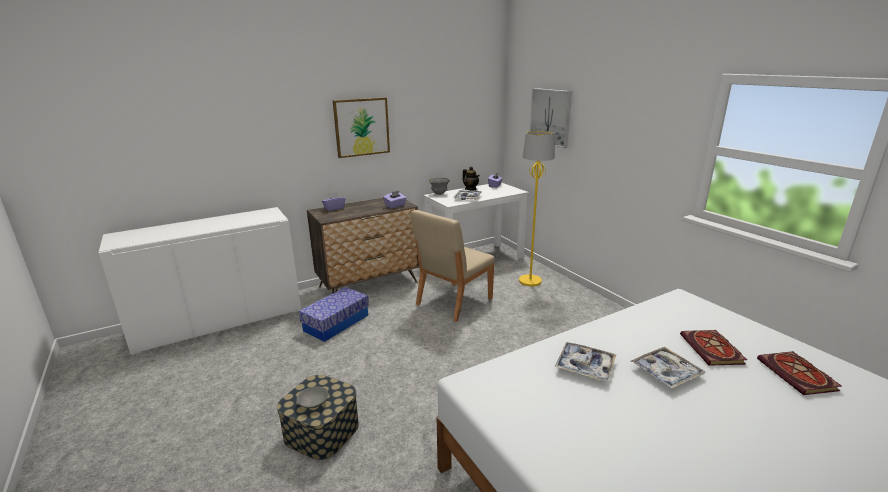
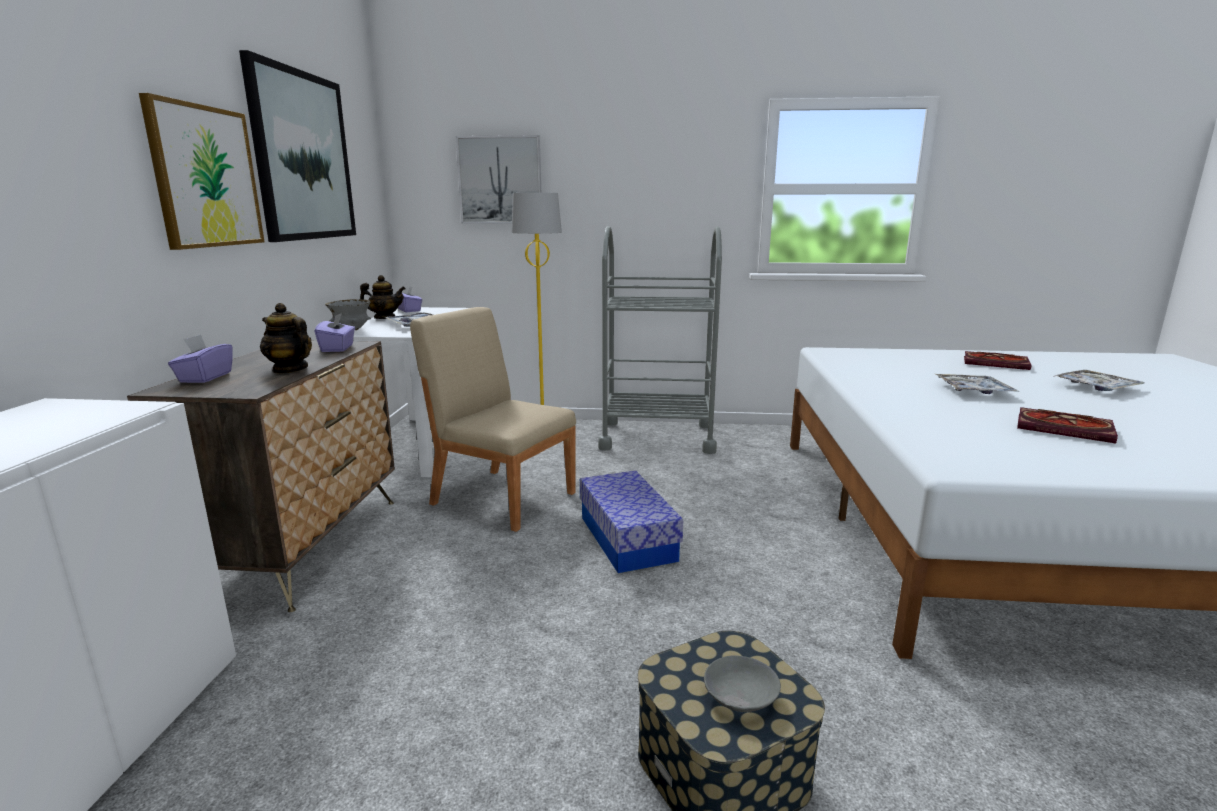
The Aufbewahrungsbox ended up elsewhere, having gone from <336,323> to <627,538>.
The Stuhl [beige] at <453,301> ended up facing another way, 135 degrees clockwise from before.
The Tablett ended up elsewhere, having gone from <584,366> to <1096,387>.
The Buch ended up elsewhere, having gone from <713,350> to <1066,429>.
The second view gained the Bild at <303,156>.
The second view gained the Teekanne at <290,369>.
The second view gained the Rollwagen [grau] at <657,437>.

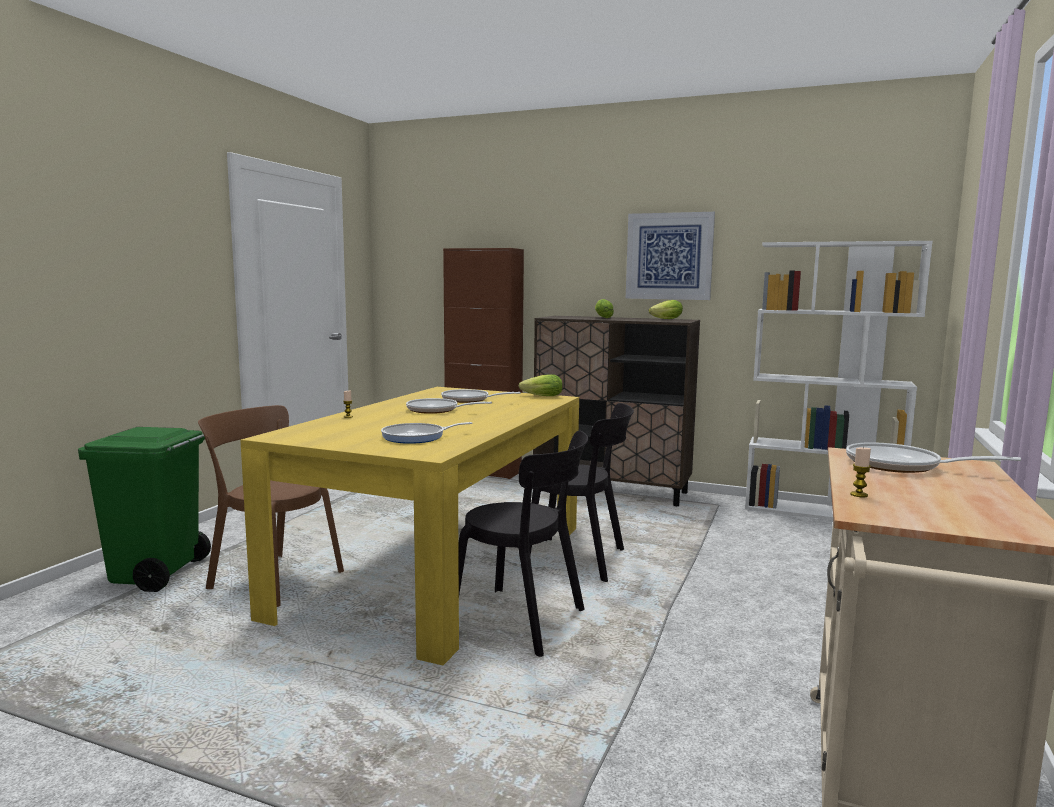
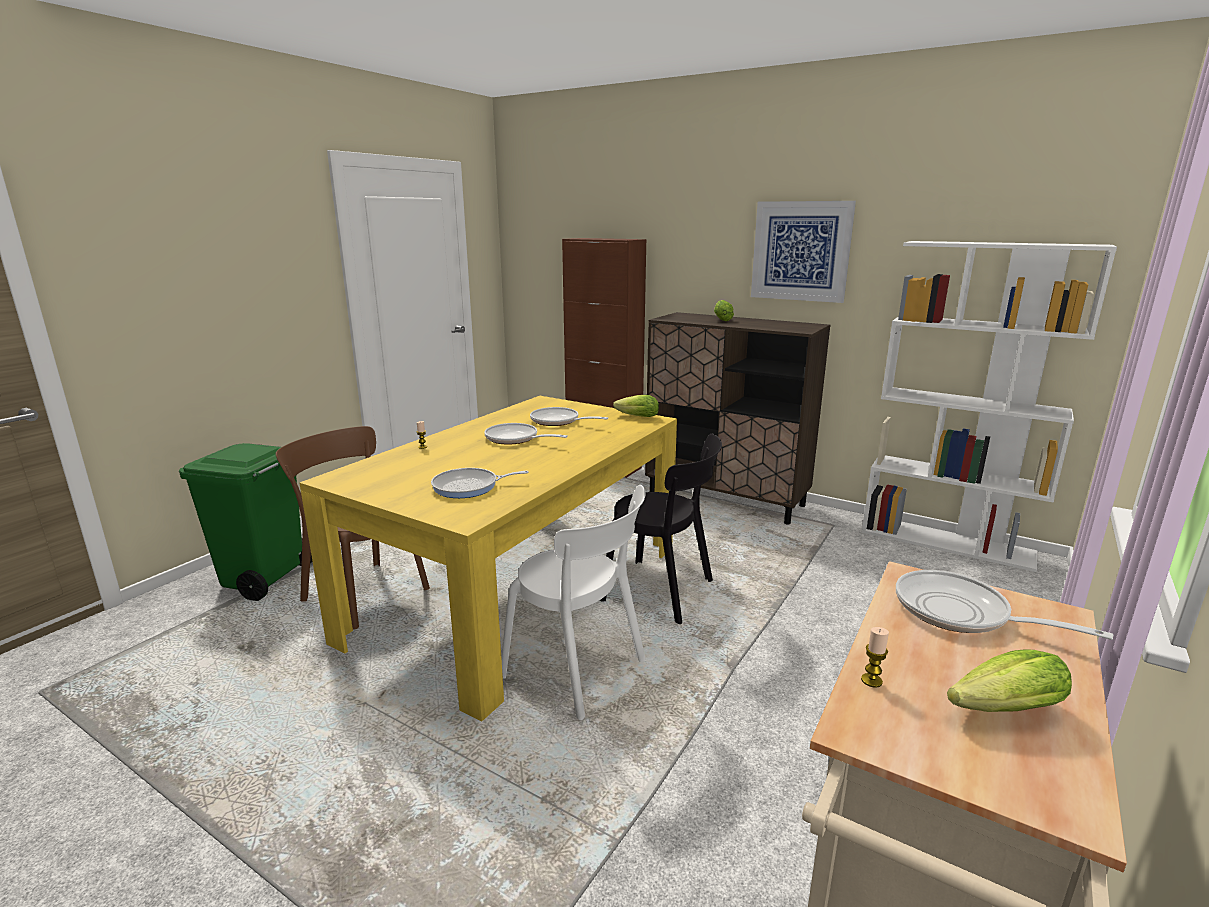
What was the Stuhl [schwarz] at <523,622> turned into the Stuhl [weiß] at <579,671>.
The Salatkopf ended up elsewhere, having gone from <664,319> to <998,710>.

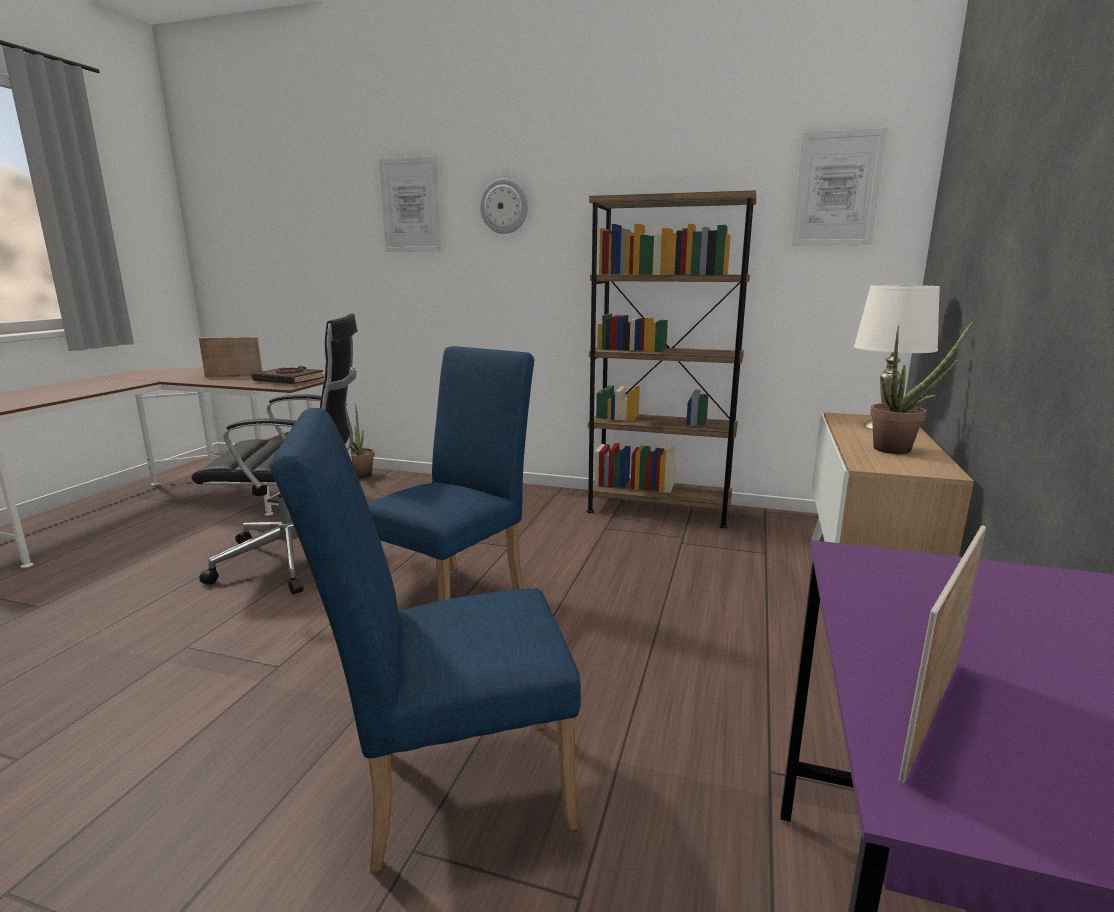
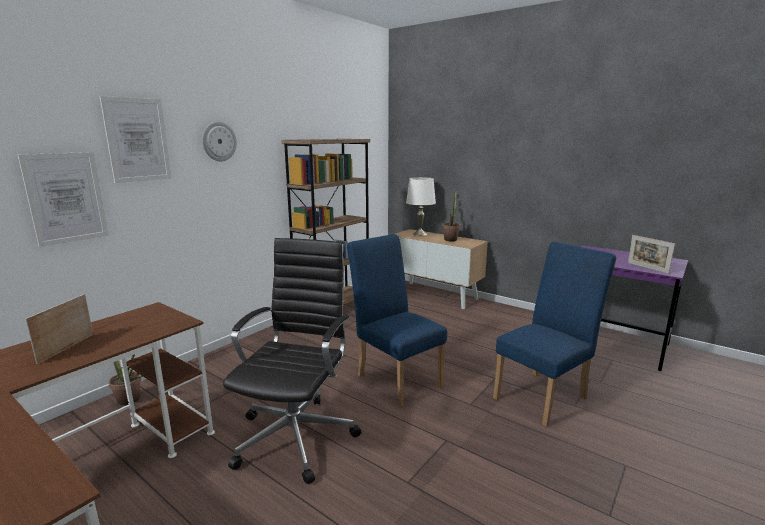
The second view lost the Buch [schwarz] at <289,380>.
The Stuhl [blau] at <448,788> ended up facing another way, 135 degrees counterclockwise from before.
The Bild ended up elsewhere, having gone from <837,189> to <66,198>.

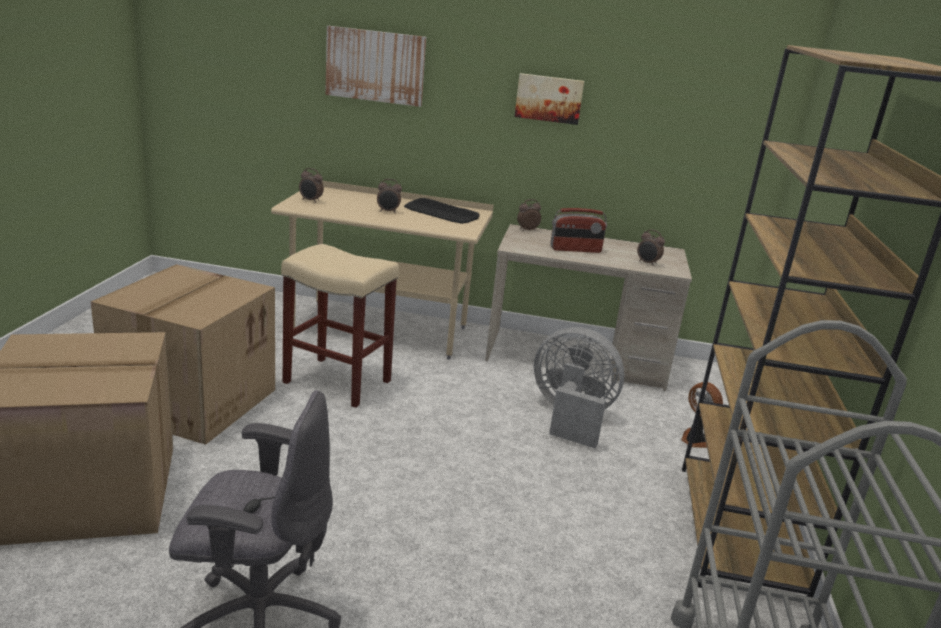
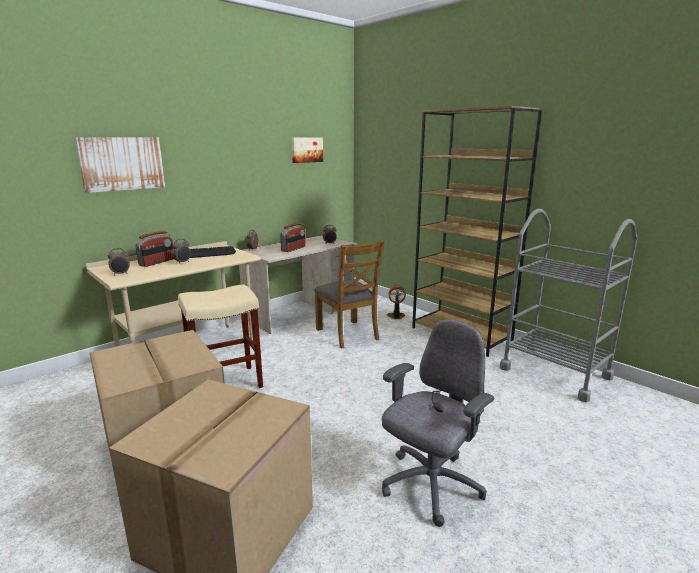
The Bild ended up elsewhere, having gone from <549,98> to <306,149>.
Where the Ventilator [grau] stood at <571,417>, the Stuhl [braun] came to stand at <348,334>.
The second view gained the Radio at <157,262>.

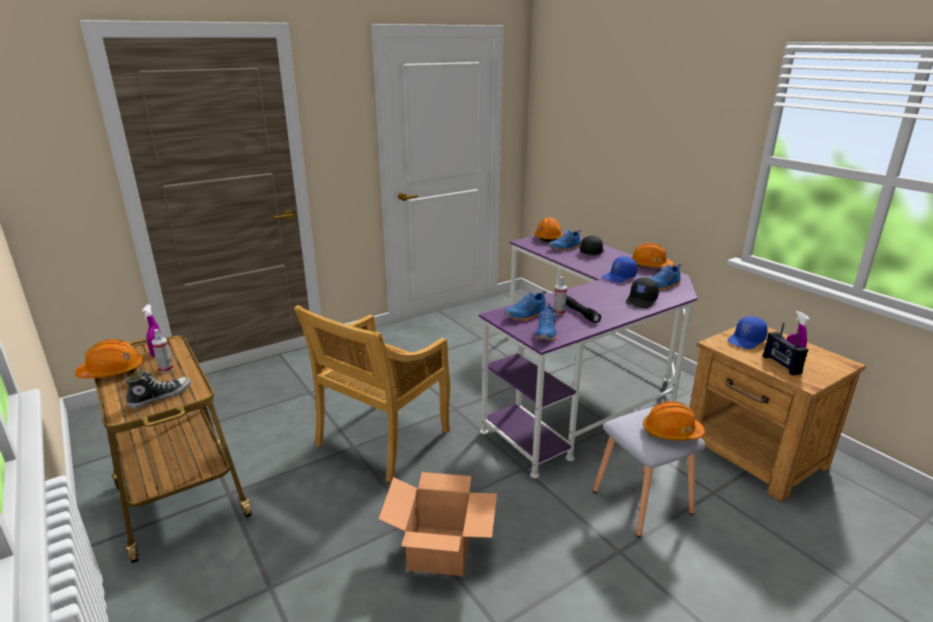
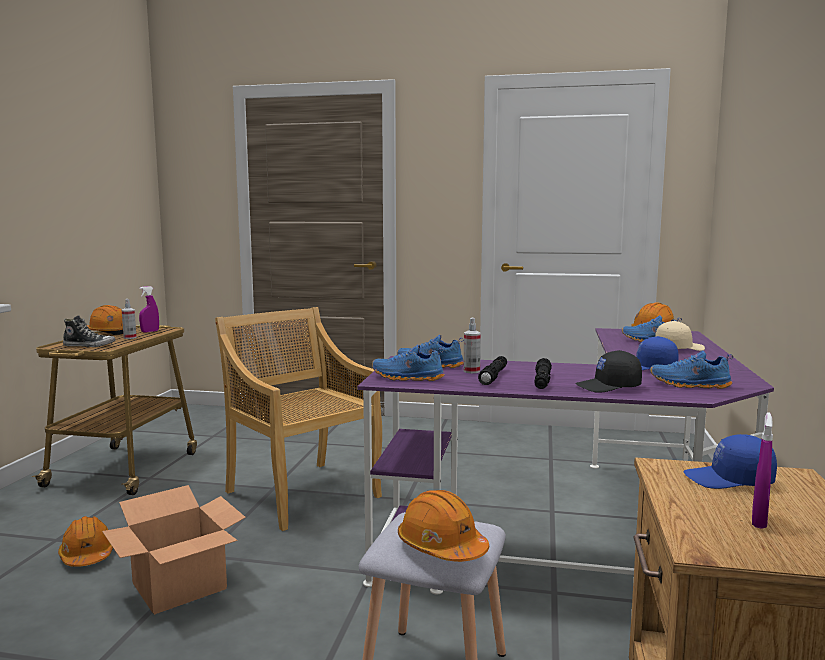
The Stuhl [beige] at <382,440> ended up facing another way, 60 degrees clockwise from before.
The Schuh [blau] at <547,333> ended up facing another way, 45 degrees clockwise from before.
What was the Kappe [schwarz] at <591,252> turned into the Kappe [beige] at <678,348>.
The Schutzhelm [orange] ended up elsewhere, having gone from <649,266> to <87,555>.
The second view lost the Radio at <781,365>.
The second view gained the Taschenlampe [schwarz] at <542,381>.

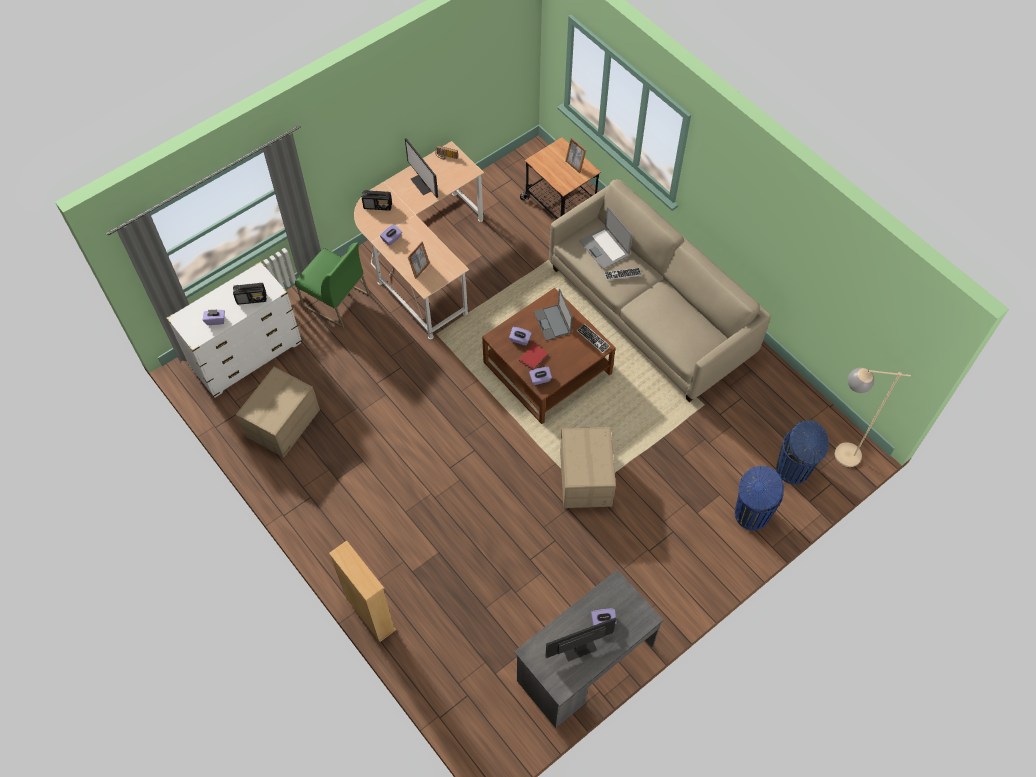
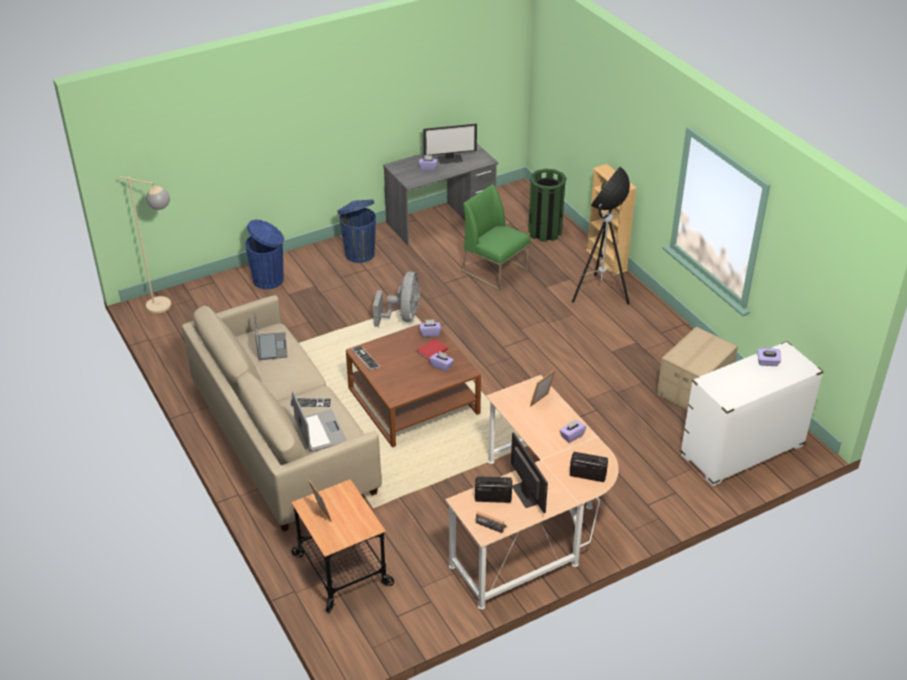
The Radio ended up elsewhere, having gone from <252,299> to <492,497>.
The Stuhl [grün] ended up elsewhere, having gone from <335,300> to <495,271>.
The Laptop ended up elsewhere, having gone from <553,323> to <271,346>.
Where the Karton stood at <586,478>, the Ventilator [grau] came to stand at <403,317>.
The Mülleimer [blau] ended up elsewhere, having gone from <794,470> to <359,253>.
The second view gained the Mülleimer [grün] at <545,232>.
The second view gained the Stehlampe at <600,294>.

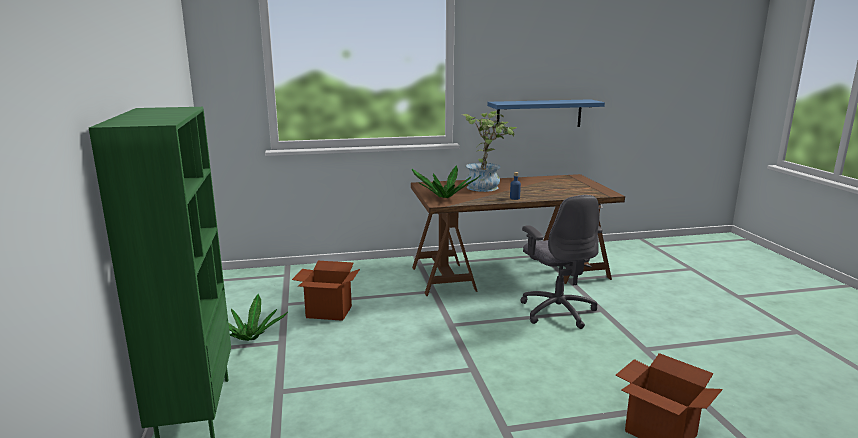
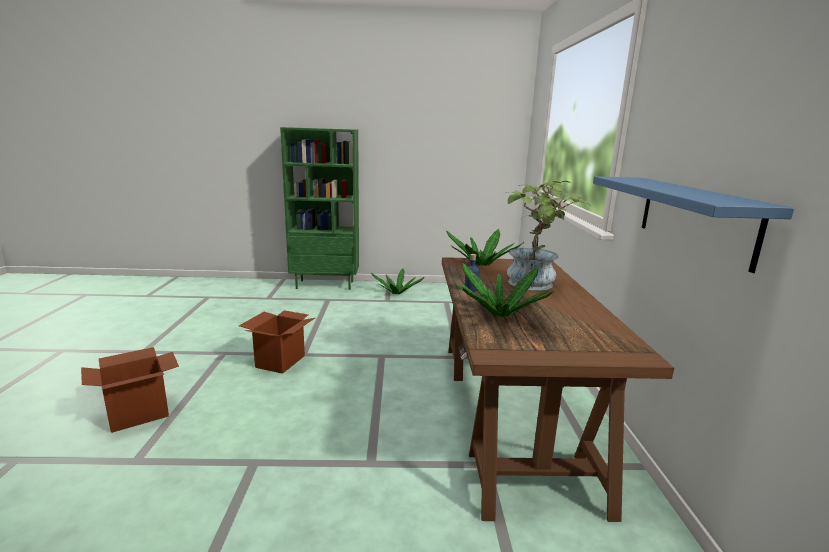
The Karton ended up elsewhere, having gone from <328,312> to <280,361>.
The second view lost the Bürostuhl [grau] at <557,311>.
The second view gained the Topfpflanze at <499,314>.

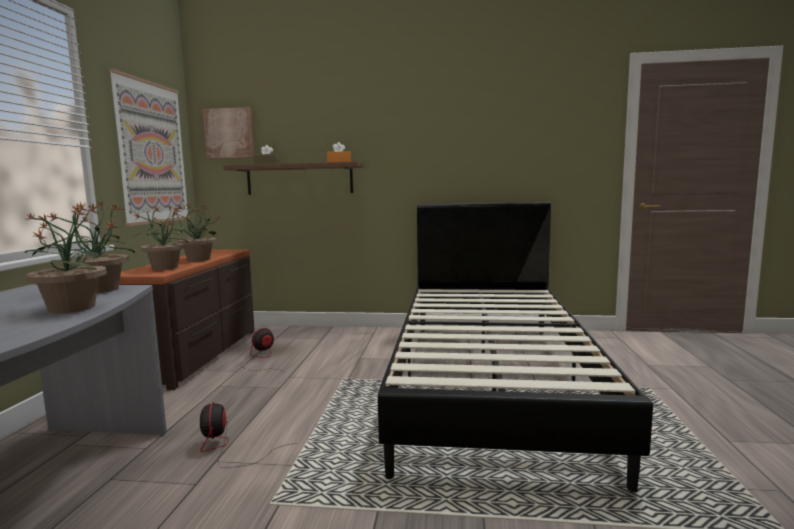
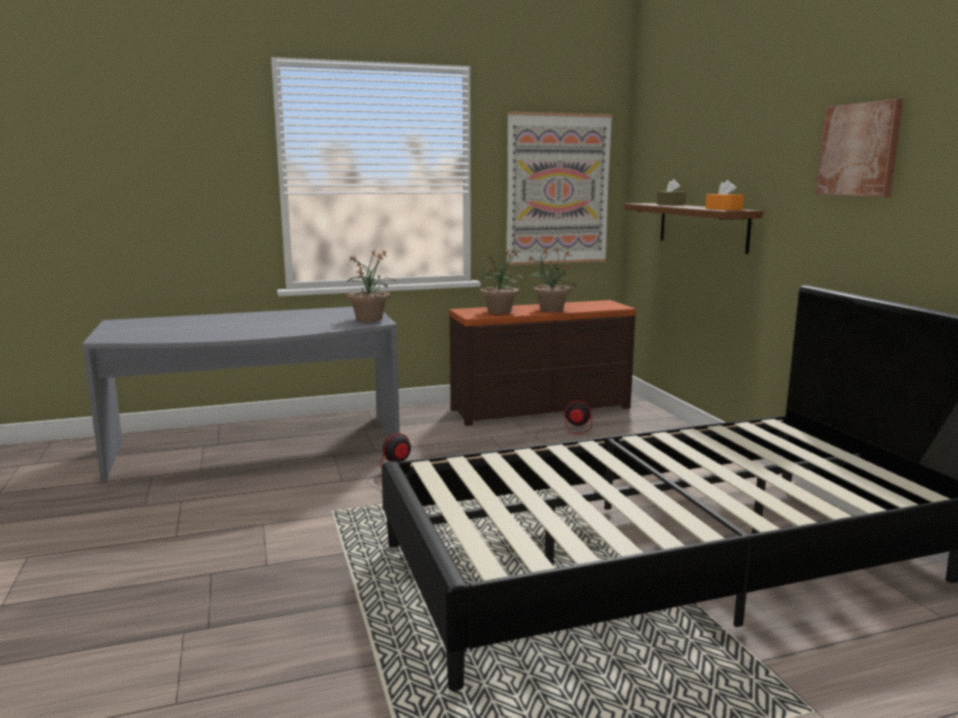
The second view lost the Topfpflanze at <73,308>.
The Bild ended up elsewhere, having gone from <229,133> to <859,150>.

